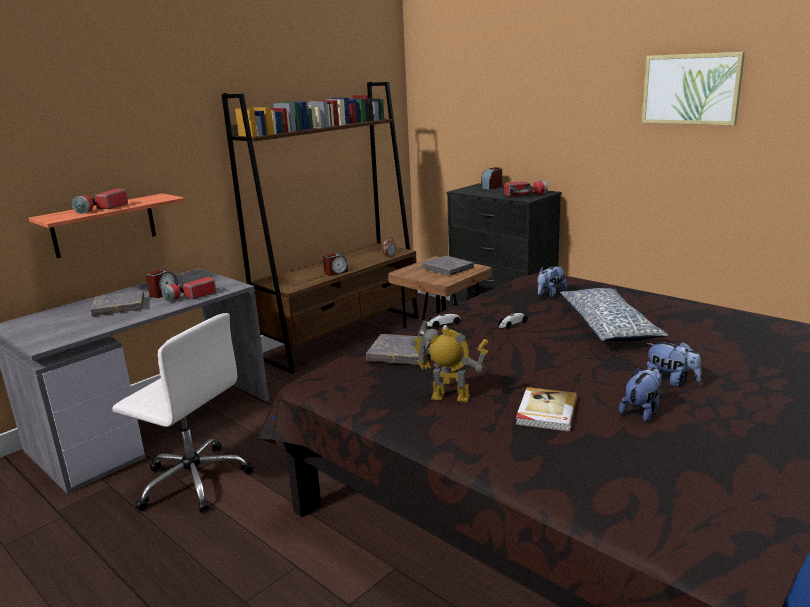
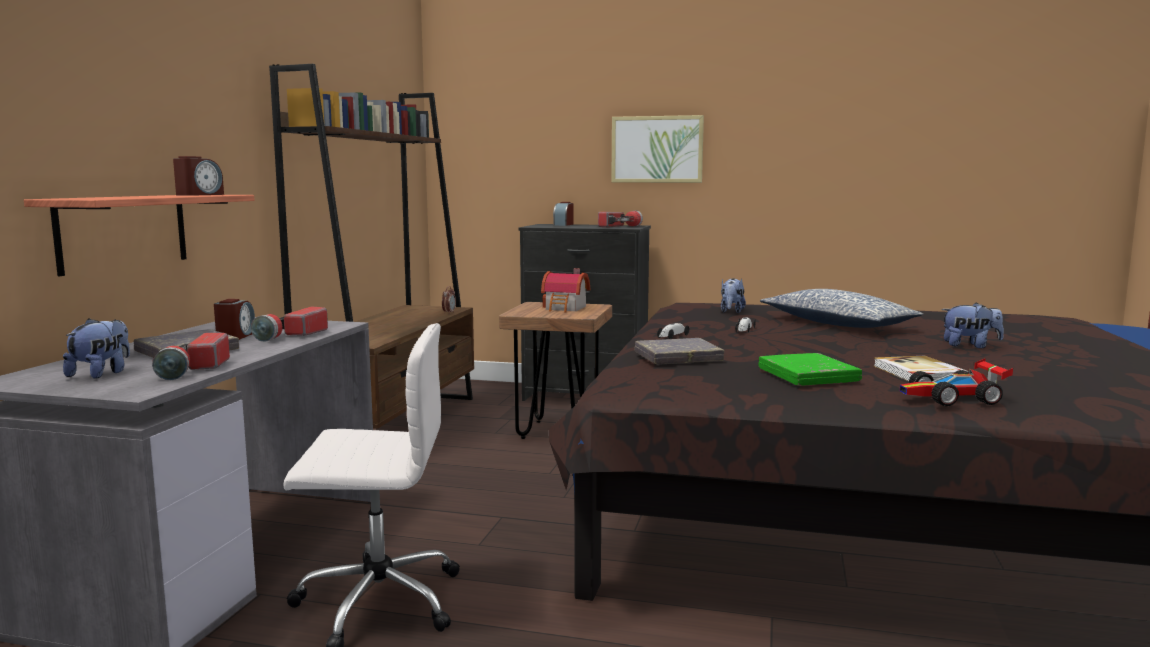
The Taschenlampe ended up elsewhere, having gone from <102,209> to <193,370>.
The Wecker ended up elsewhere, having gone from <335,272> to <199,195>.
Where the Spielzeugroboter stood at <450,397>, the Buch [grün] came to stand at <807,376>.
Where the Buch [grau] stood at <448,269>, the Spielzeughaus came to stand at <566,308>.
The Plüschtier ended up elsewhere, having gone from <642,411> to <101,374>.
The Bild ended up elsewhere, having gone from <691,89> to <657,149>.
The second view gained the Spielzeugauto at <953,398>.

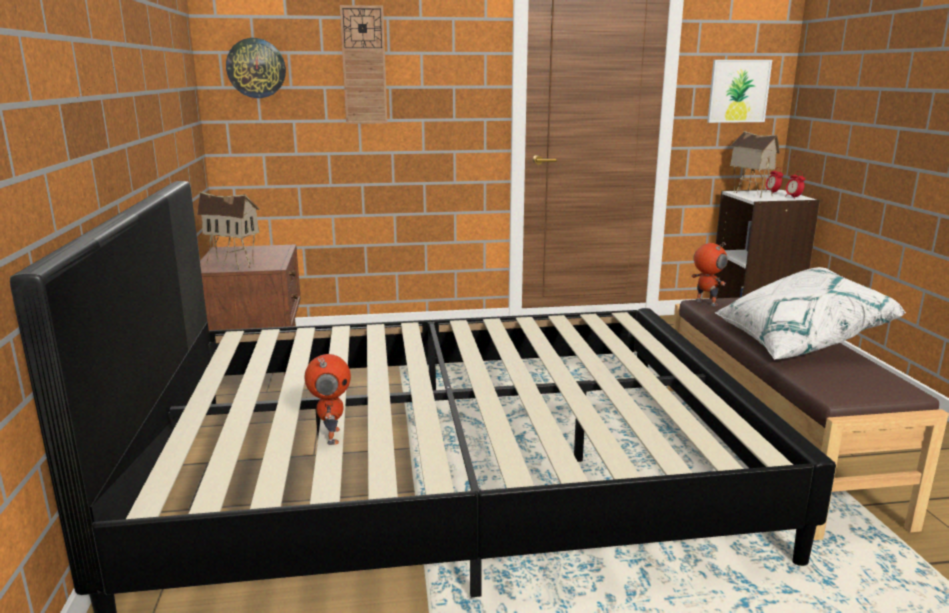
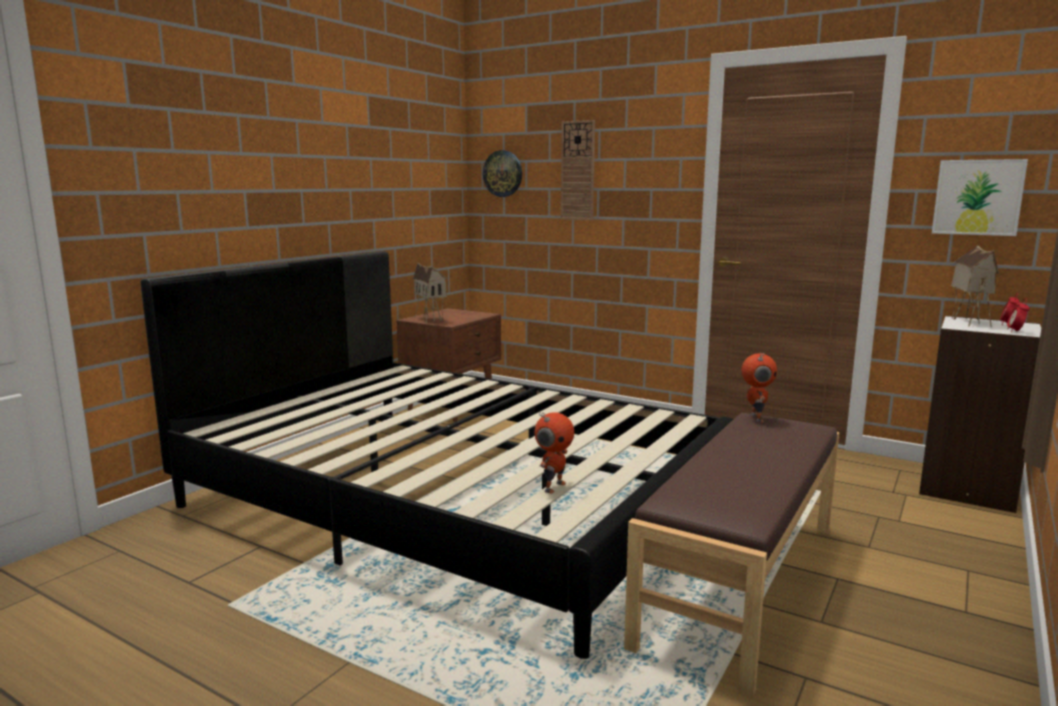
The Spielzeugroboter ended up elsewhere, having gone from <331,436> to <553,487>.
The second view lost the Kissen [weiß] at <795,342>.

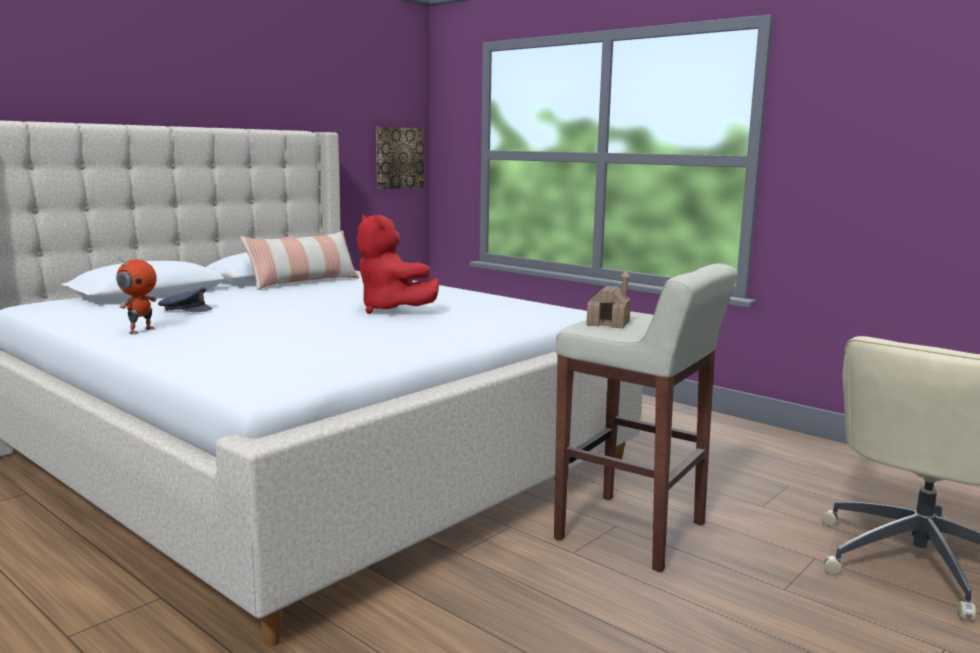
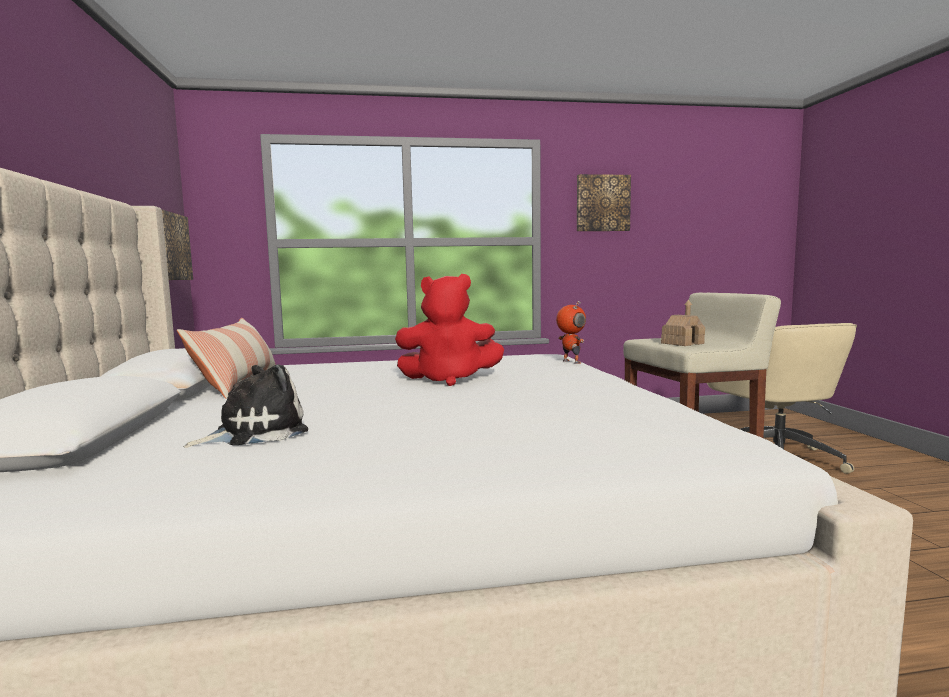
The Spielzeugroboter ended up elsewhere, having gone from <140,331> to <570,362>.
Where the Kappe [grau] stood at <186,309>, the Plüschtier came to stand at <255,432>.
The second view gained the Bild at <602,203>.

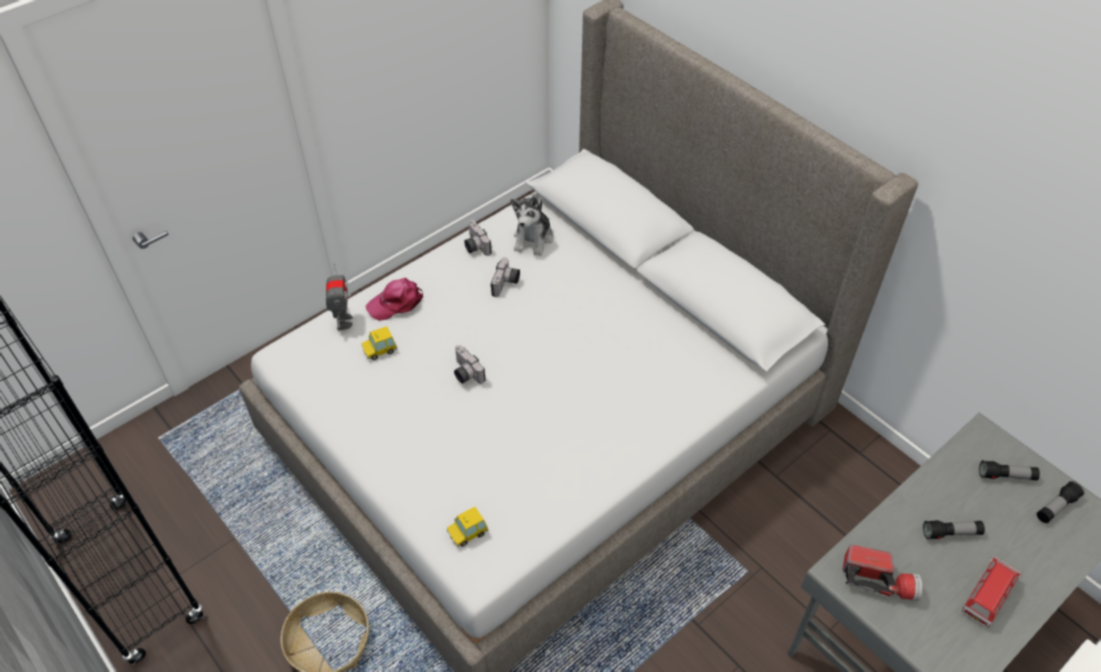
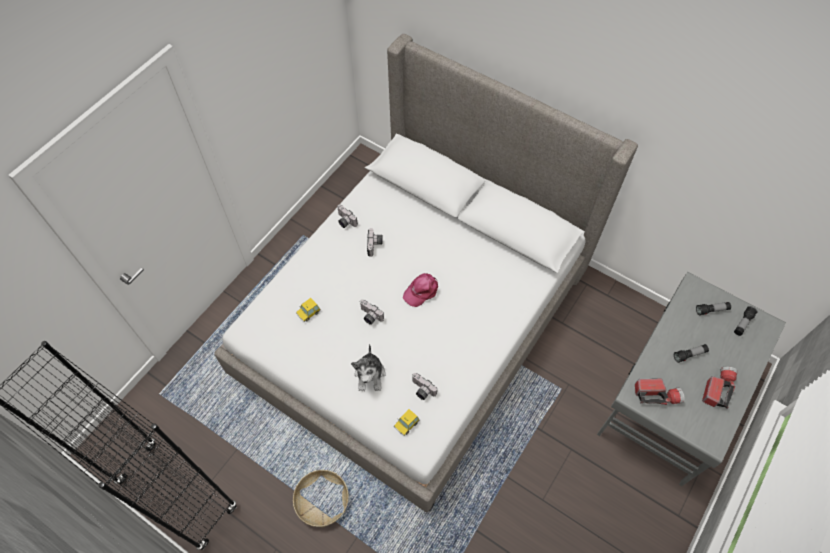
The second view lost the Spielzeugroboter at <343,321>.
The Kappe [rosa] ended up elsewhere, having gone from <396,302> to <421,291>.
The Plüschtier ended up elsewhere, having gone from <533,239> to <370,375>.
Where the Spielzeugauto stood at <988,596>, the Taschenlampe came to stand at <718,389>.
The second view gained the Kamera at <421,390>.

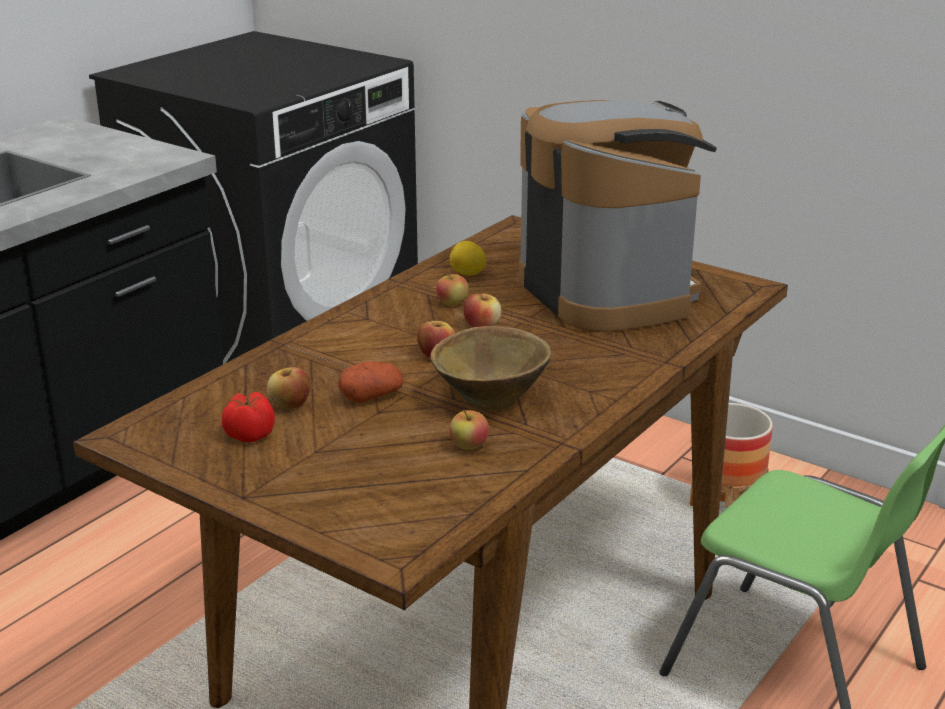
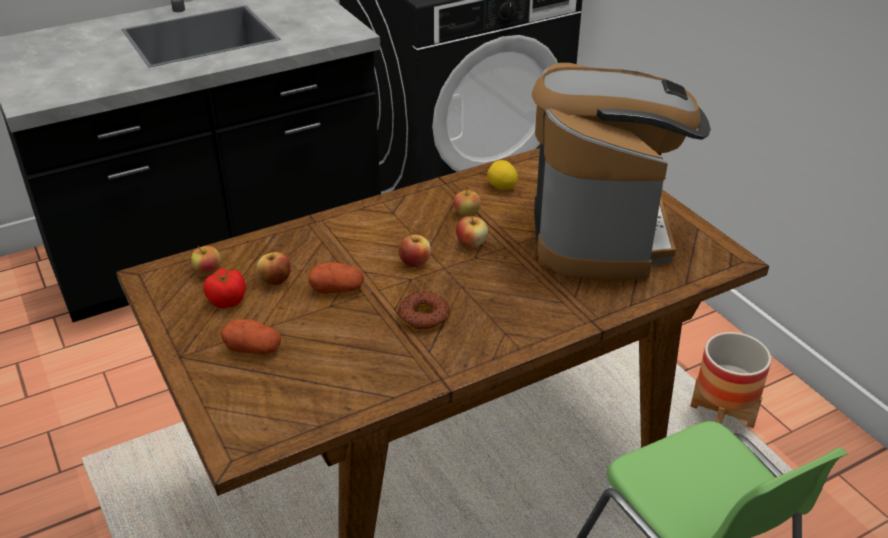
Where the Schüssel [braun] stood at <492,397>, the Donut came to stand at <423,316>.
The Apfel ended up elsewhere, having gone from <469,446> to <208,271>.
The second view gained the Kartoffel at <253,348>.

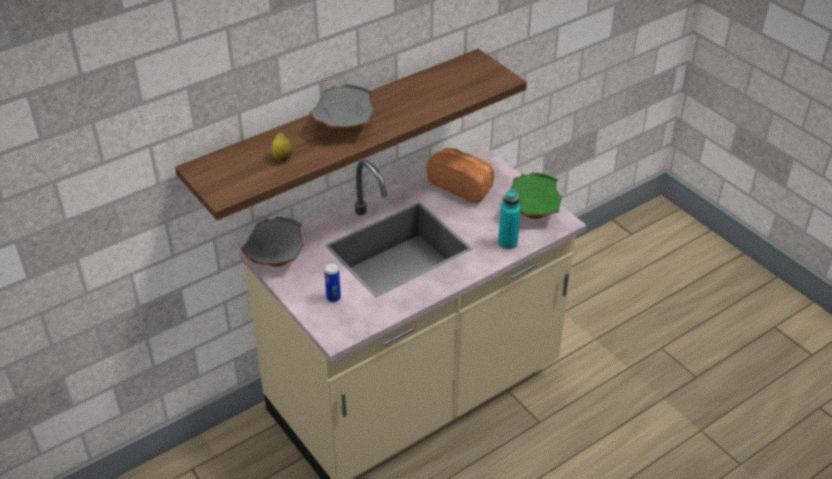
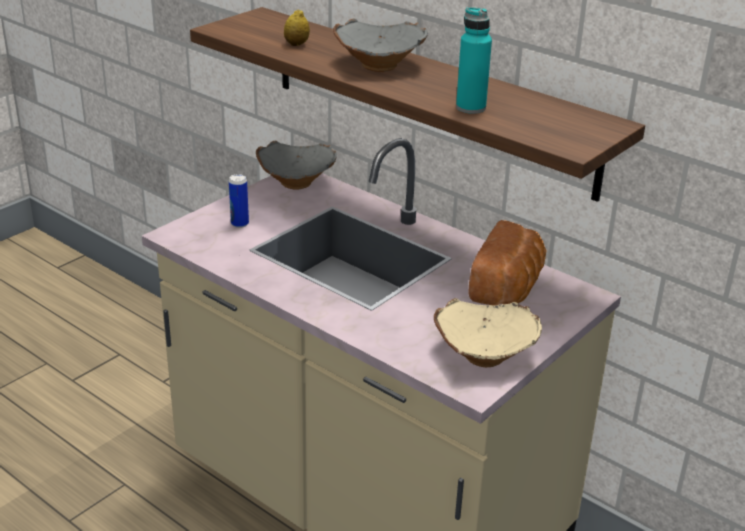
The Flasche [türkis] ended up elsewhere, having gone from <507,243> to <470,108>.
What was the Schüssel [grün] at <531,211> turned into the Schüssel [beige] at <484,354>.

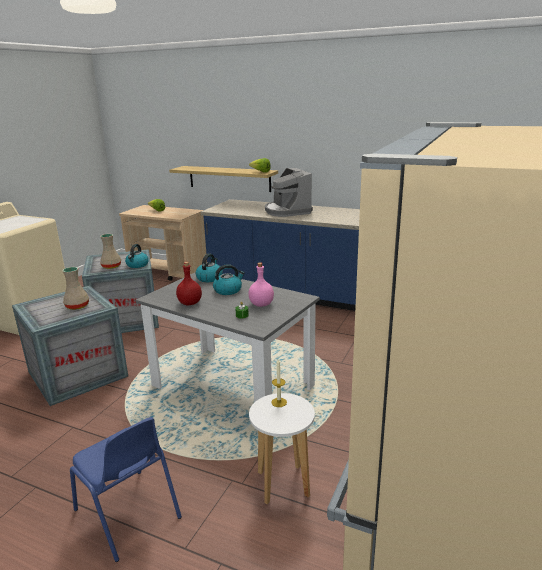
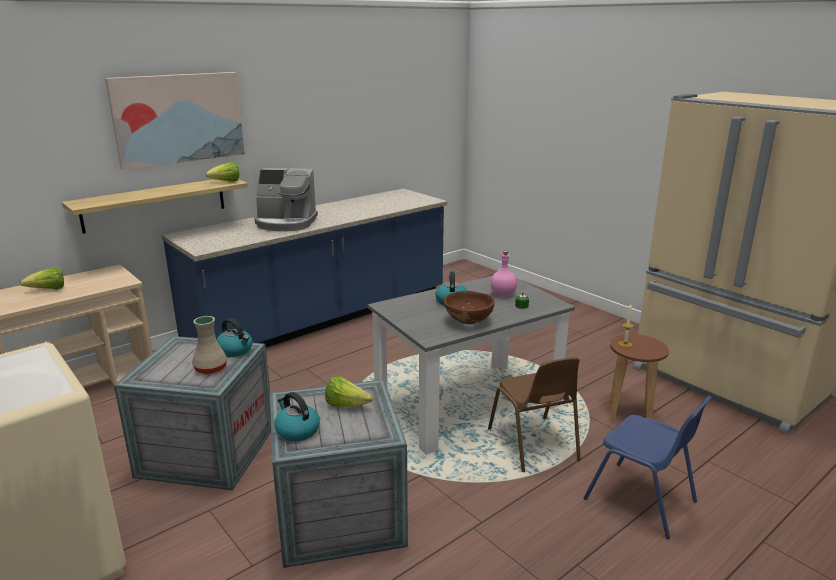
Where the Vase [beige] stood at <78,306>, the Salatkopf came to stand at <346,405>.
The Stuhl [blau] at <128,514> ended up facing another way, 60 degrees clockwise from before.
Where the Flasche [rot] stood at <190,303>, the Schüssel [braun] came to stand at <468,322>.
The Wasserkessel ended up elsewhere, having gone from <209,278> to <297,431>.
What was the Hocker [weiß] at <283,484> turned into the Hocker [braun] at <629,414>.
The second view gained the Bild at <179,118>.
The second view gained the Stuhl [braun] at <533,445>.

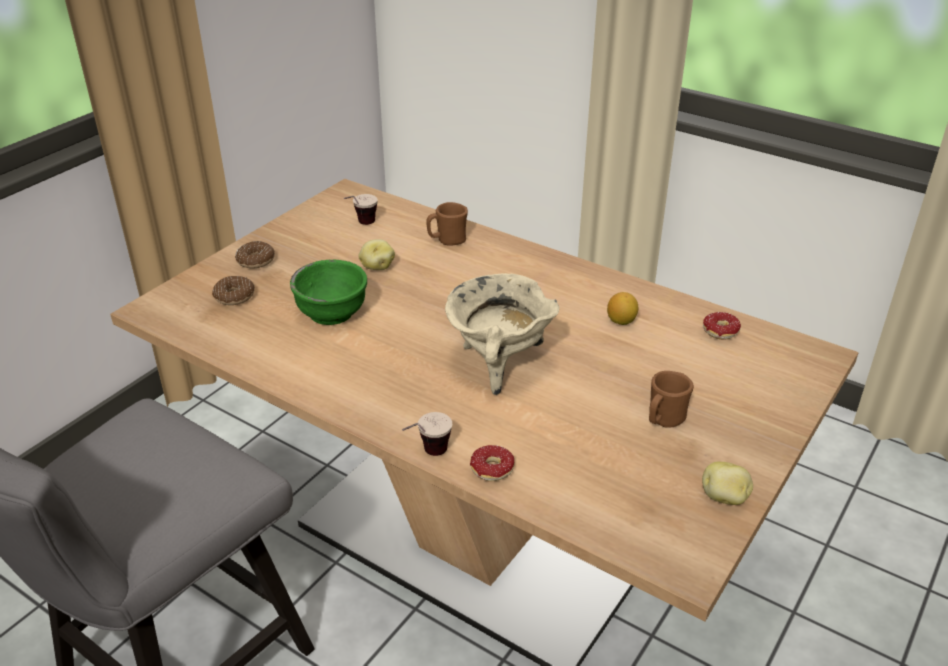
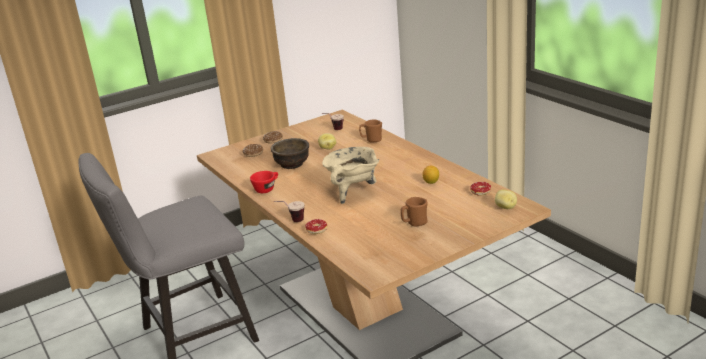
What was the Schüssel [grün] at <331,312> turned into the Schüssel [braun] at <292,164>.
The Kartoffel ended up elsewhere, having gone from <724,498> to <505,207>.
The second view gained the Tasse [rot] at <267,188>.

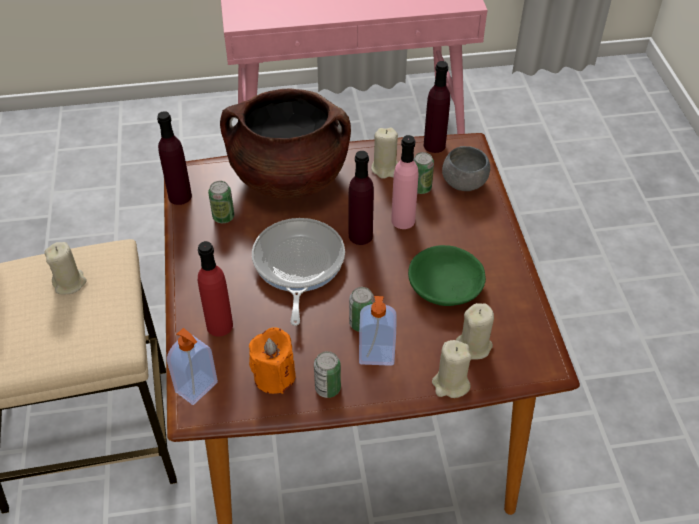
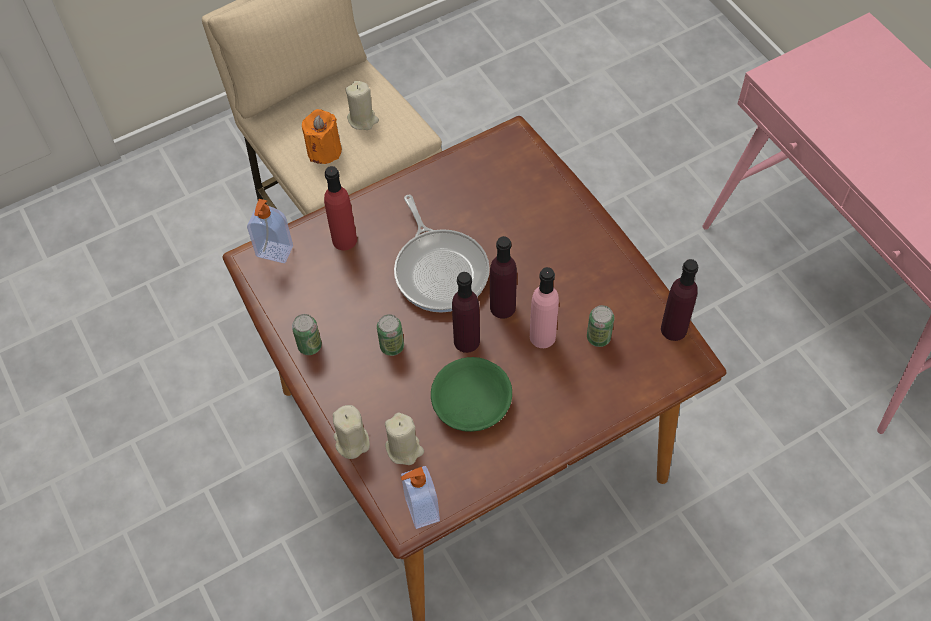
The Flasche [lila] ended up elsewhere, having gone from <180,196> to <466,341>.
The second view lost the Dose at <223,217>.
The second view lost the Kochtopf [braun] at <289,178>.
The Kerze [orange] ended up elsewhere, having gone from <274,376> to <324,151>.
The Pfanne at <297,265> ended up facing another way, 90 degrees clockwise from before.
The Seifenspender ended up elsewhere, having gone from <376,356> to <420,510>.
The second view lost the Kerze [beige] at <385,168>.
The second view lost the Schüssel [grau] at <464,183>.

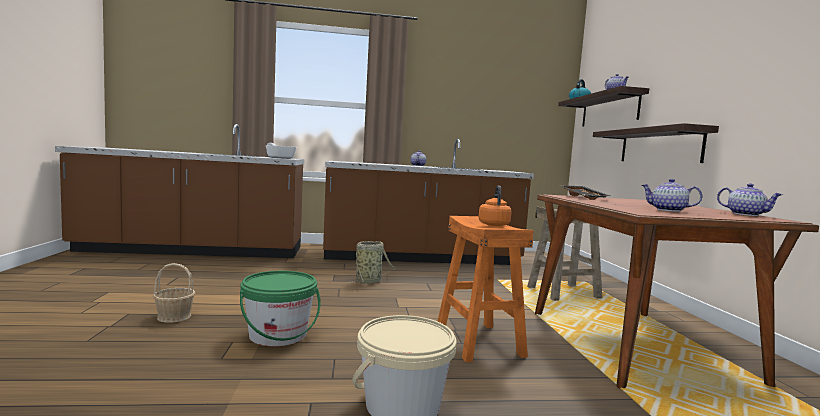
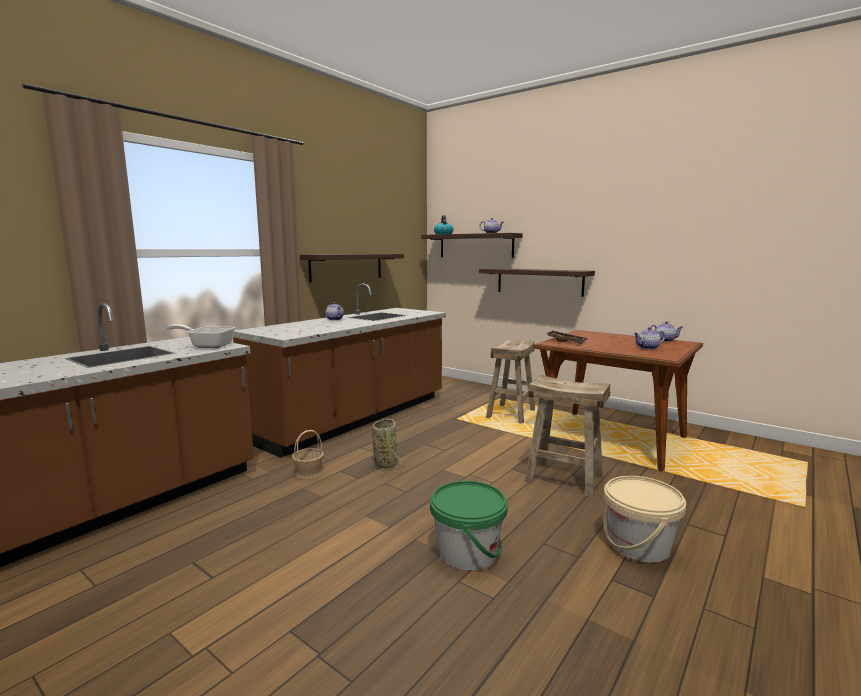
The Korb ended up elsewhere, having gone from <174,316> to <308,473>.
What was the Hocker [orange] at <477,341> turned into the Hocker [beige] at <563,478>.
The second view lost the Wasserkessel [orange] at <493,224>.
The second view gained the Wandregal at <346,267>.

